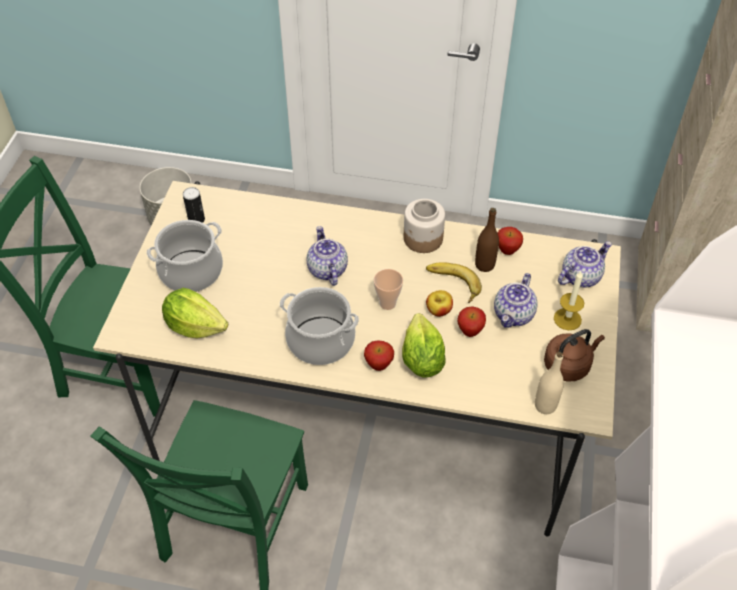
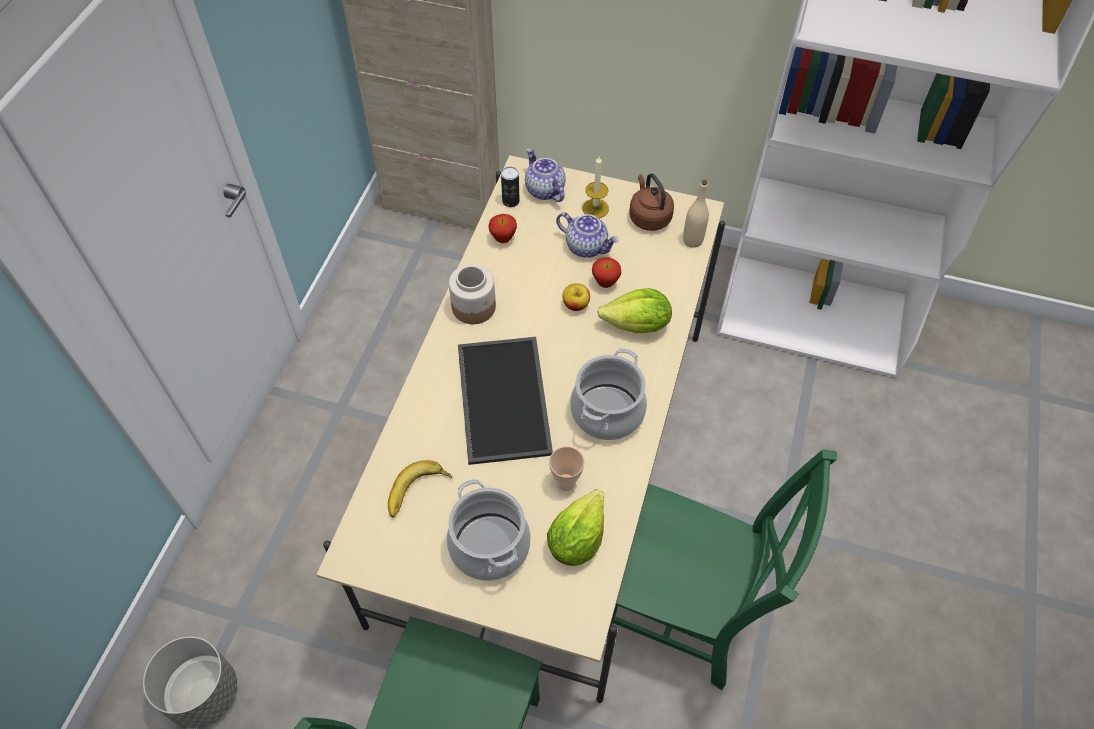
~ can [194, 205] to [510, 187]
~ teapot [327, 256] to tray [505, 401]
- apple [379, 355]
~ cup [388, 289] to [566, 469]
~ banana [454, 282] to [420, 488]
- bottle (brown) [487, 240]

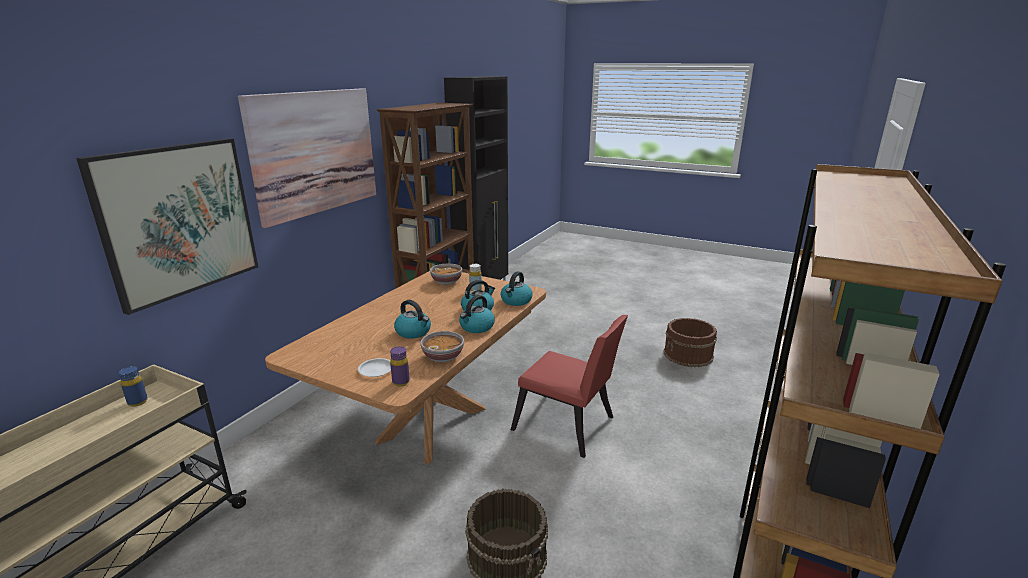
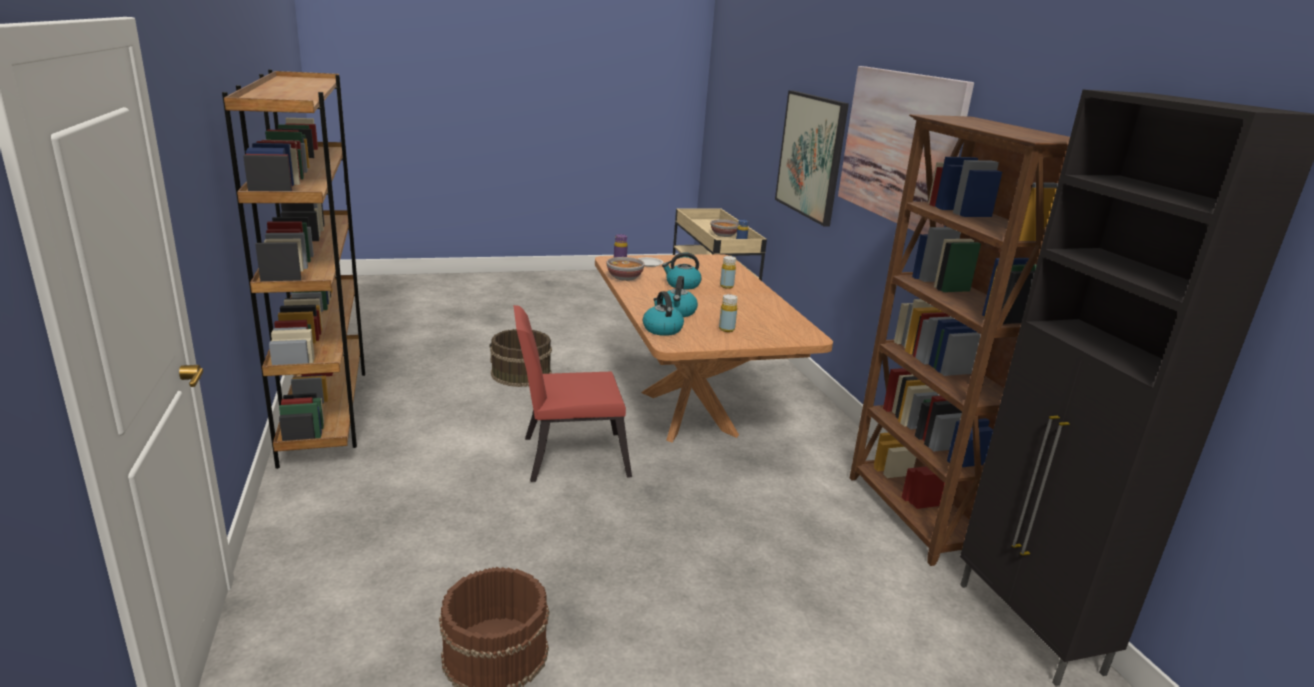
~ bowl [446, 274] to [724, 228]
- kettle [477, 314]
+ bottle (yellow) [728, 272]

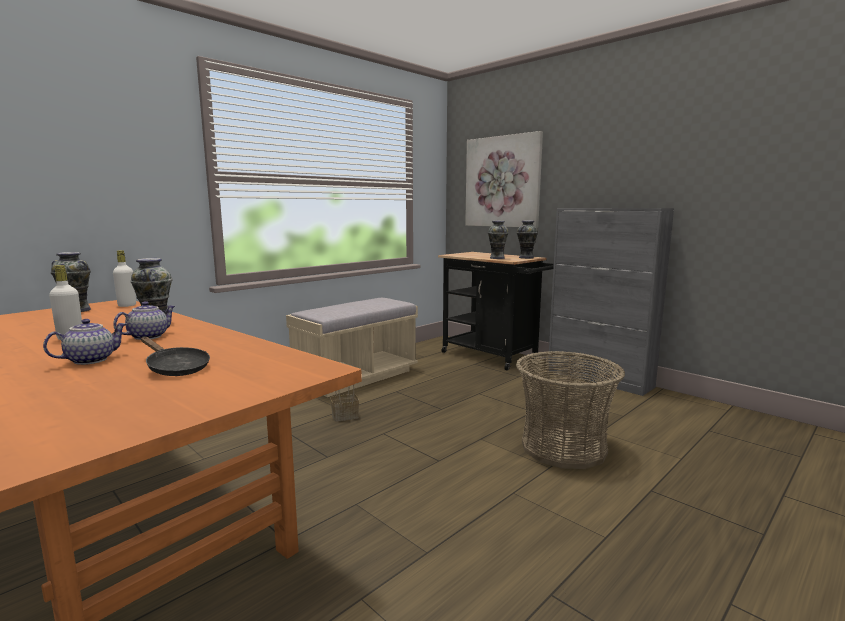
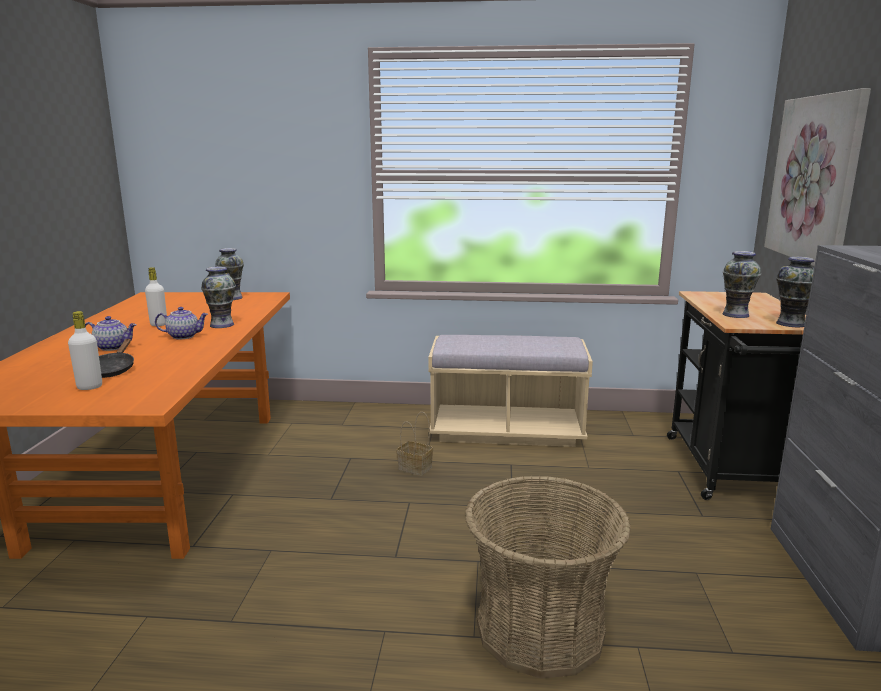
~ bottle (white) [124, 278] to [85, 350]

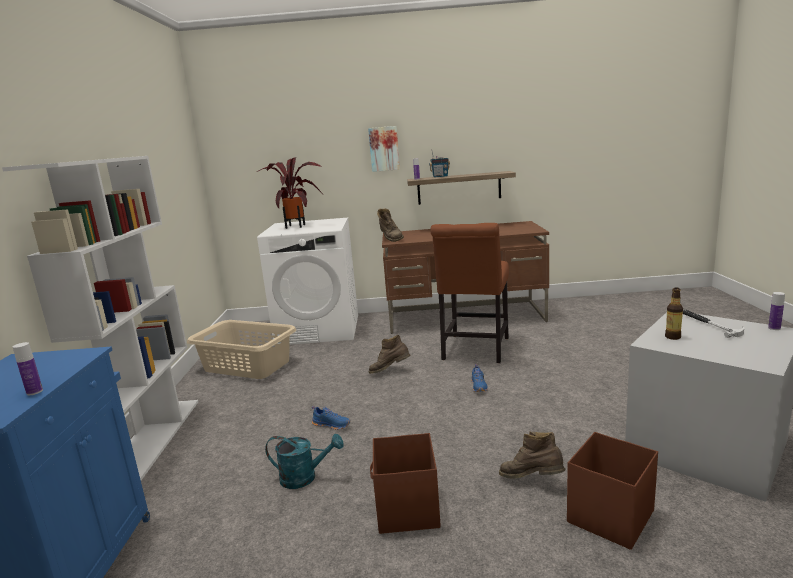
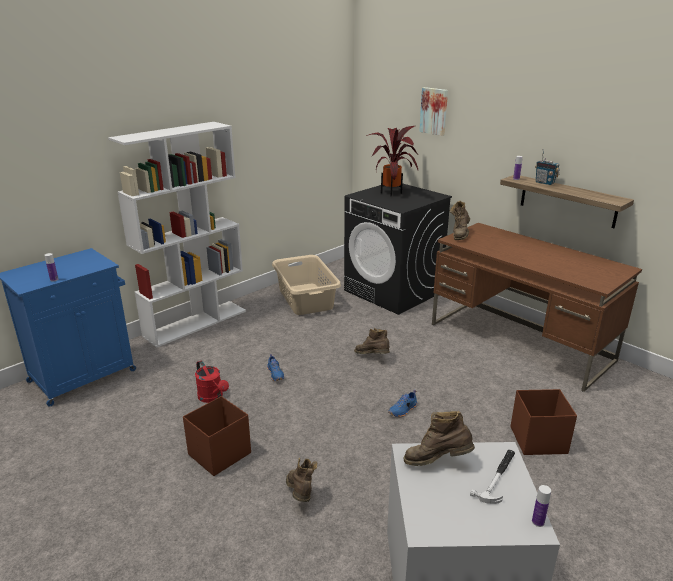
~ washing machine (white) [307, 282] to washing machine (black) [398, 249]
~ watering can (turquoise) [304, 461] to watering can (red) [212, 382]
~ picture [384, 149] to [433, 111]
- chair (brown) [469, 293]
~ storage box (brown) [612, 491] to [544, 422]
~ bottle [674, 314] to boot (brown) [439, 438]

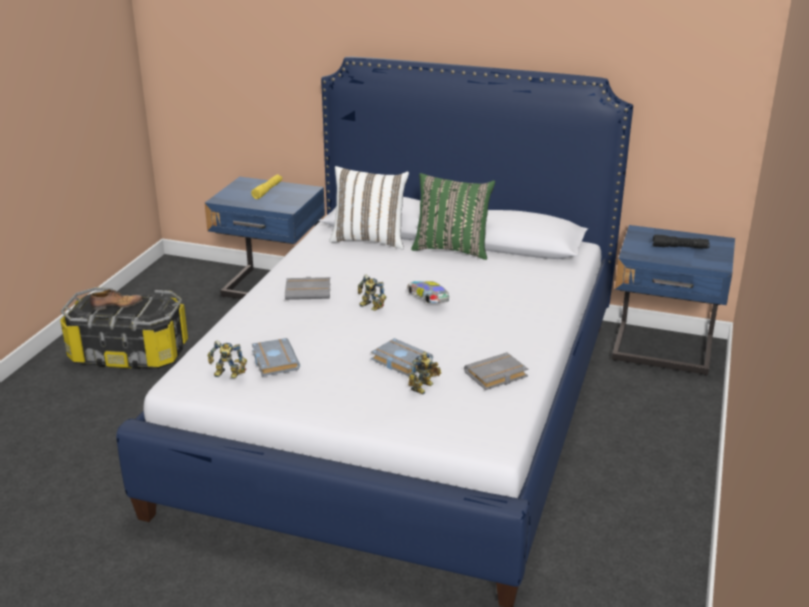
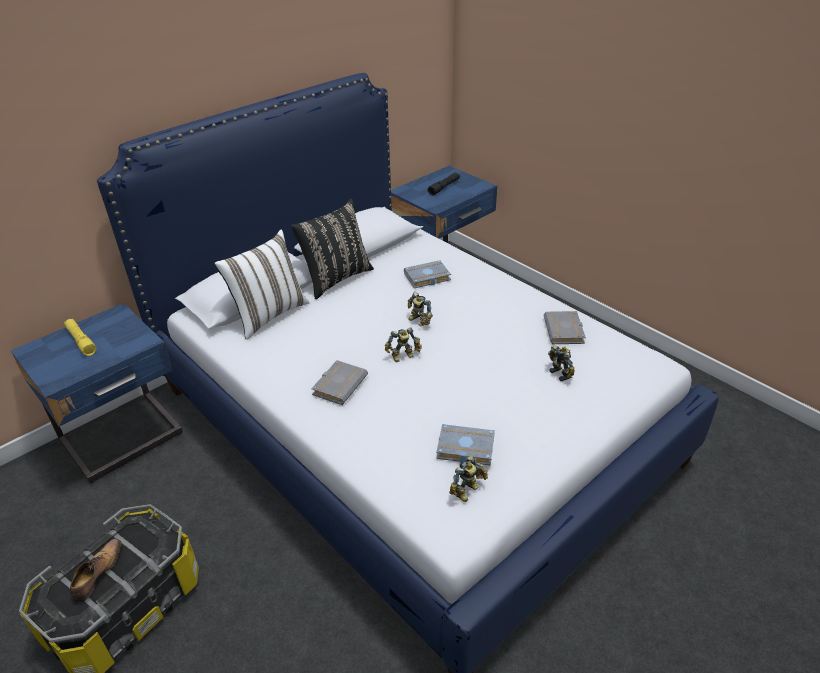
~ book (grey) [402, 357] to [427, 274]
~ toy car [428, 292] to toy robot [420, 309]
~ pillow (green) [453, 216] to pillow (black) [332, 249]

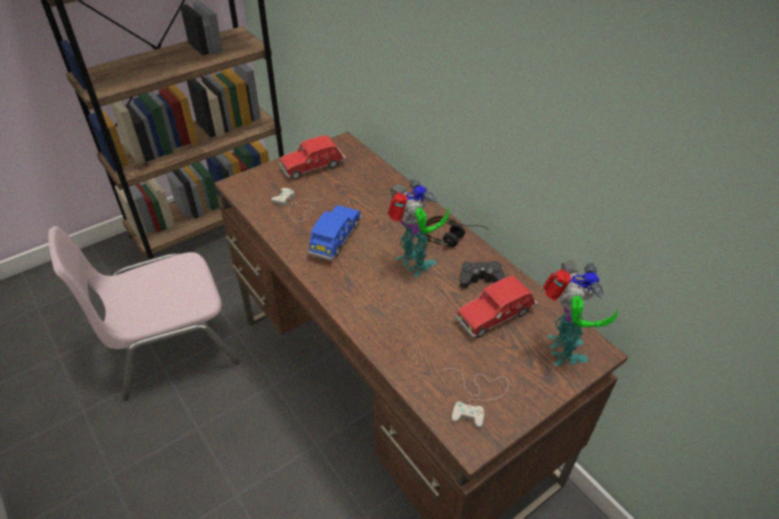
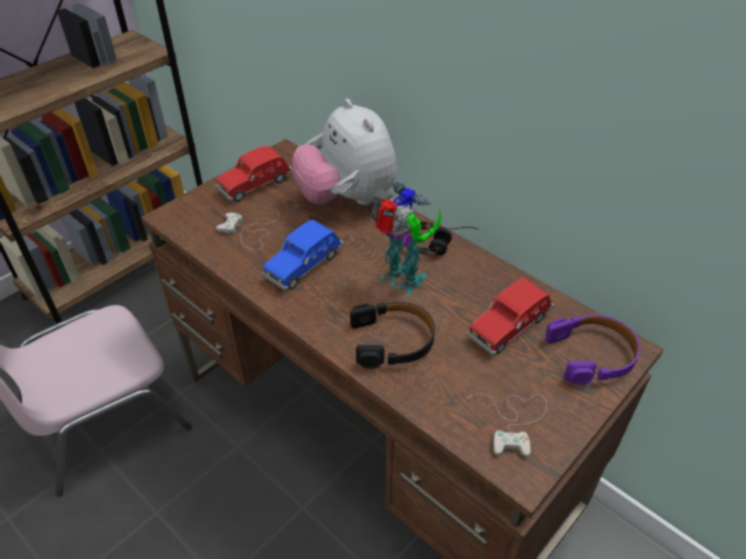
~ toy car (blue) [334, 233] = [303, 255] 150 degrees counterclockwise
- game controller (black) [483, 274]
~ toy robot [580, 313] to headphones (purple) [592, 350]
+ plush toy [344, 152]
+ headphones (black) [392, 335]

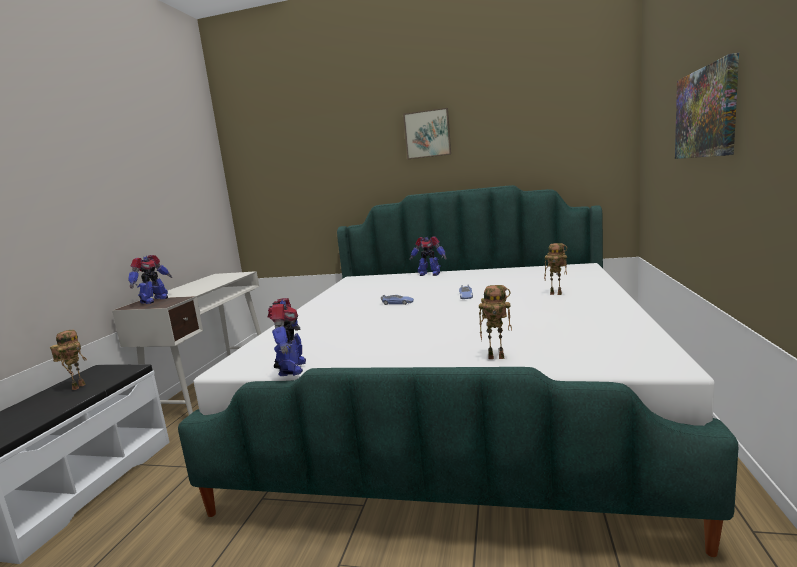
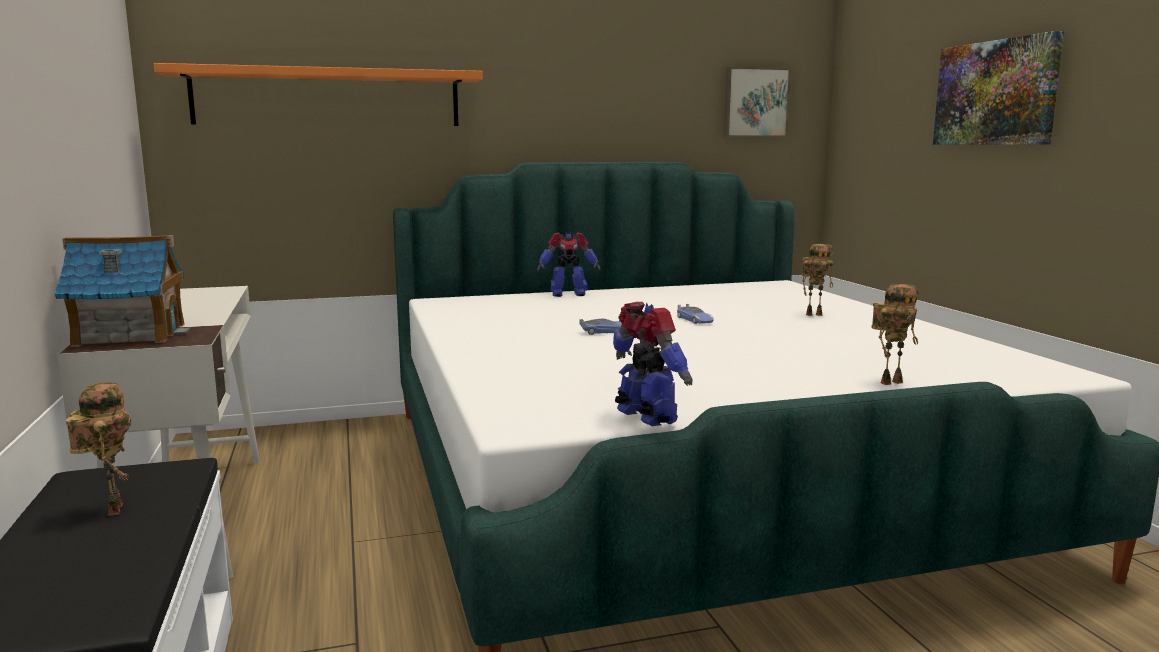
~ toy robot [150, 279] to toy house [122, 291]
~ picture [427, 133] to [757, 102]
+ shelf (orange) [318, 94]

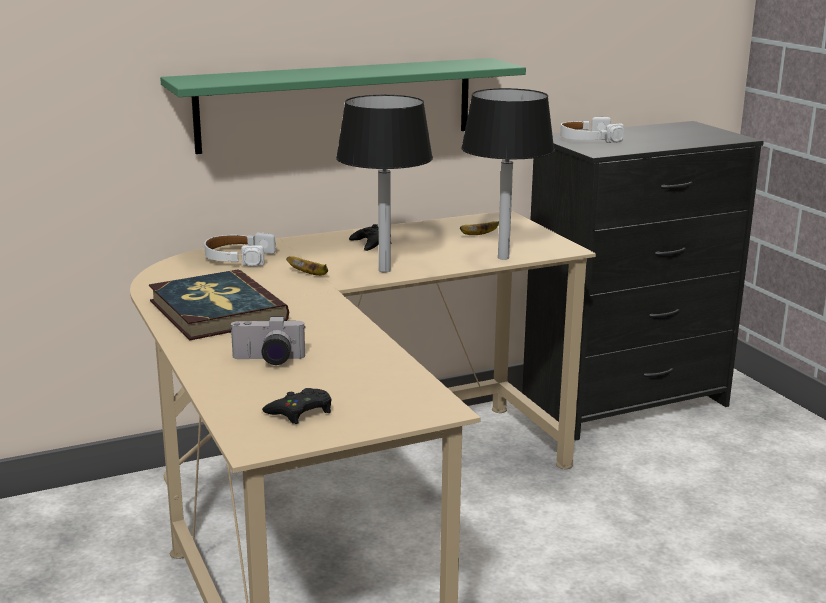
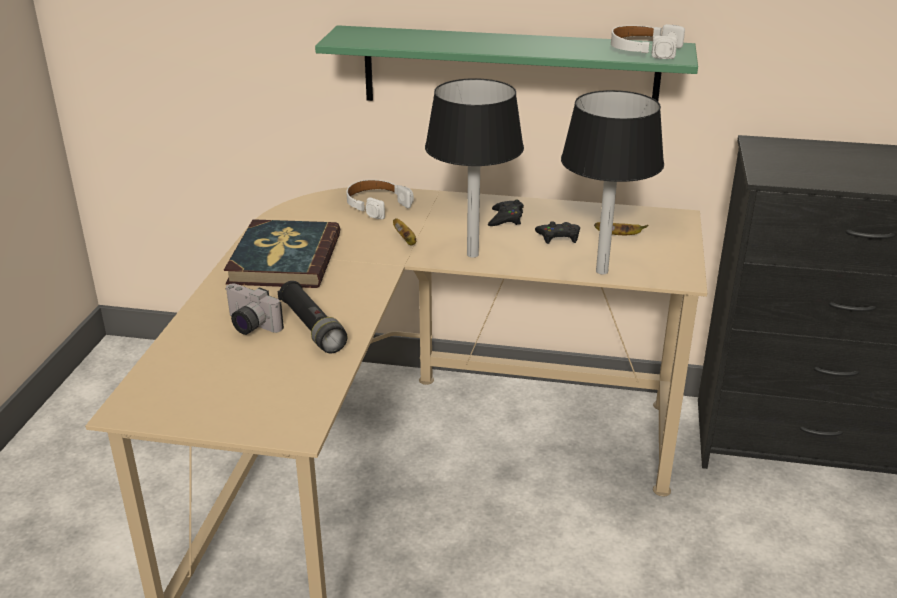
~ game controller (black) [296, 406] to [557, 232]
~ headphones (white) [592, 130] to [648, 41]
+ flashlight (black) [313, 317]

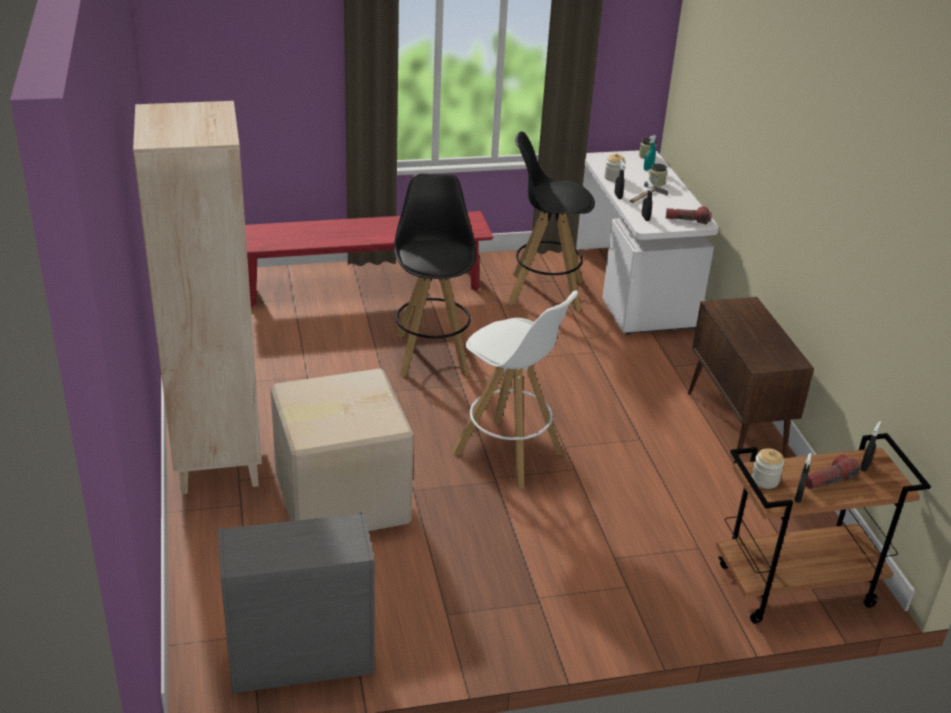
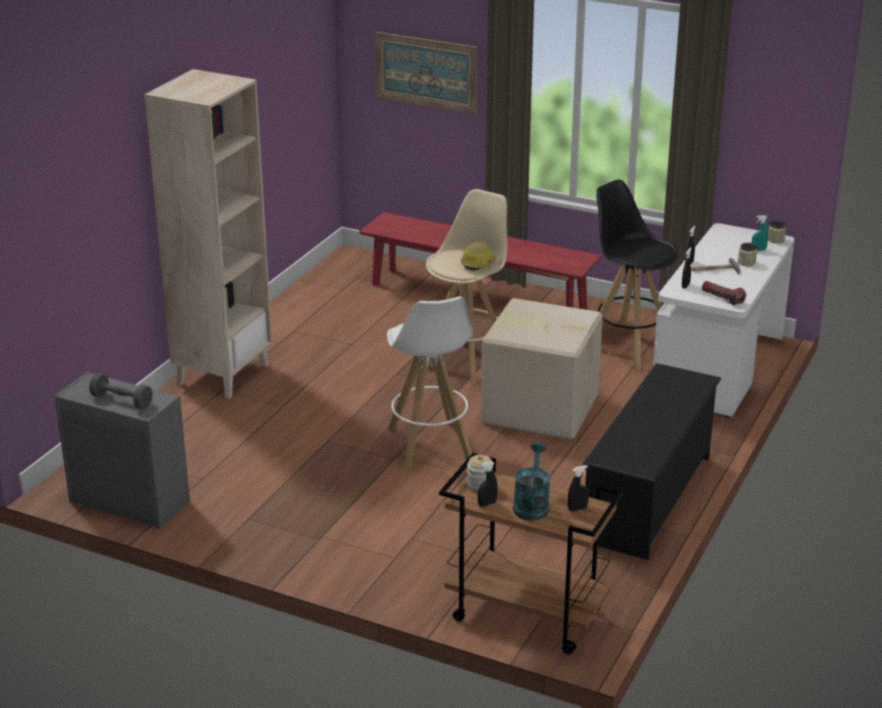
~ cardboard box [342, 449] to [542, 369]
~ stool (black) [435, 275] to stool (beige) [466, 286]
- jar [615, 167]
~ cabinet (brown) [751, 381] to shoe rack (black) [651, 461]
~ flashlight [833, 471] to watering can (turquoise) [531, 481]
+ dumbbell (grey) [121, 391]
+ picture [426, 73]
+ hard hat [479, 256]

